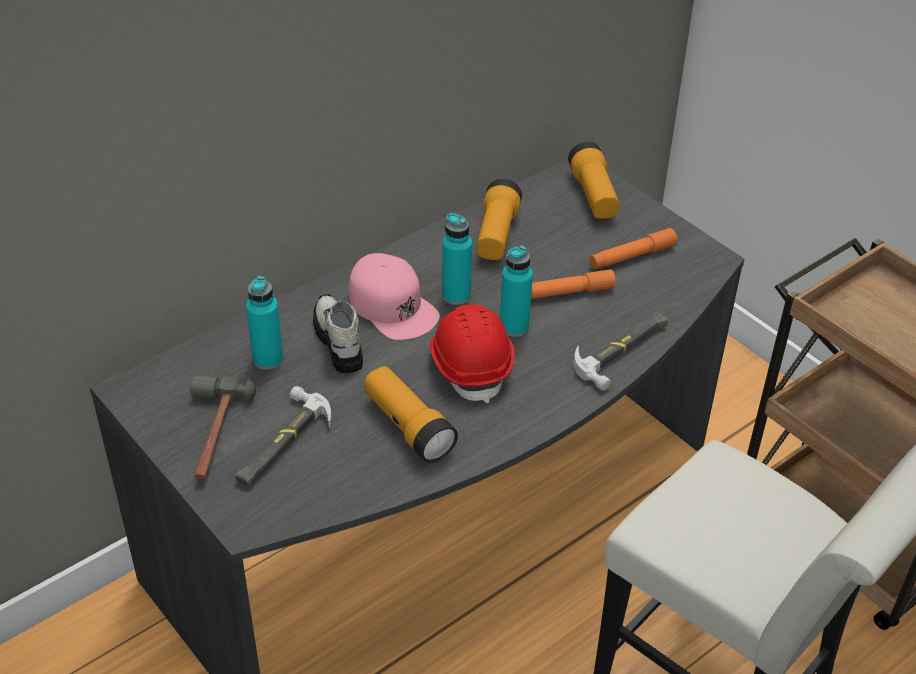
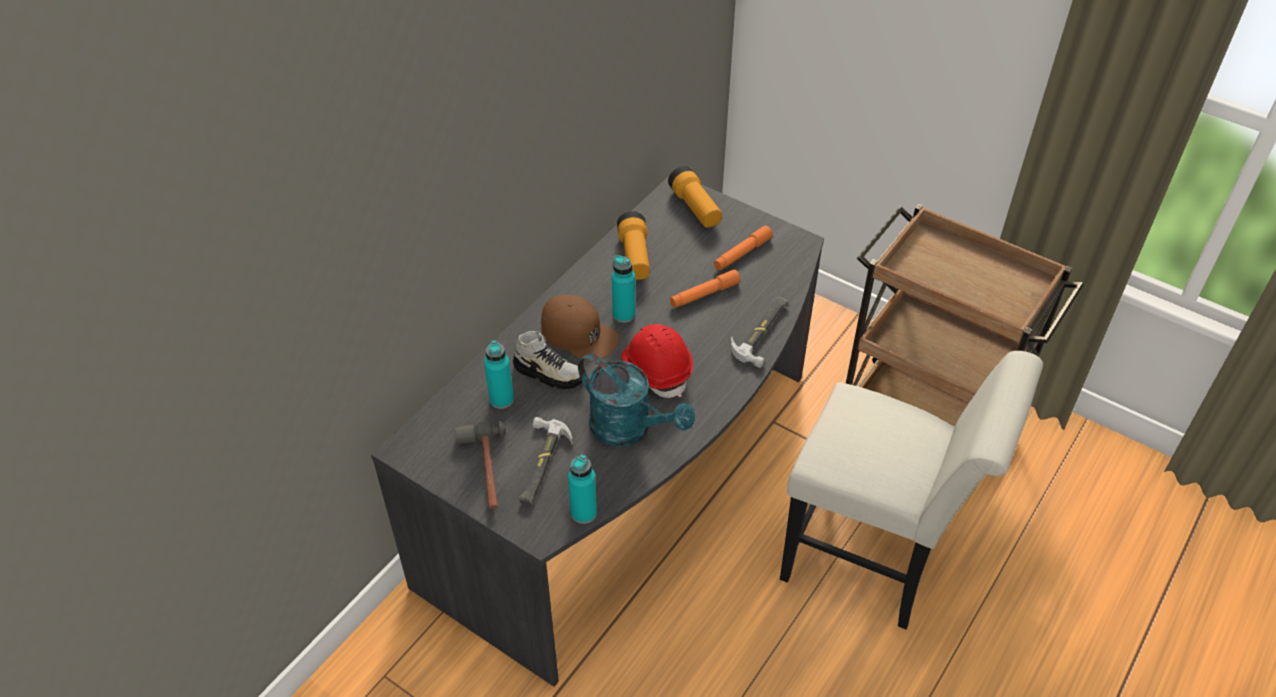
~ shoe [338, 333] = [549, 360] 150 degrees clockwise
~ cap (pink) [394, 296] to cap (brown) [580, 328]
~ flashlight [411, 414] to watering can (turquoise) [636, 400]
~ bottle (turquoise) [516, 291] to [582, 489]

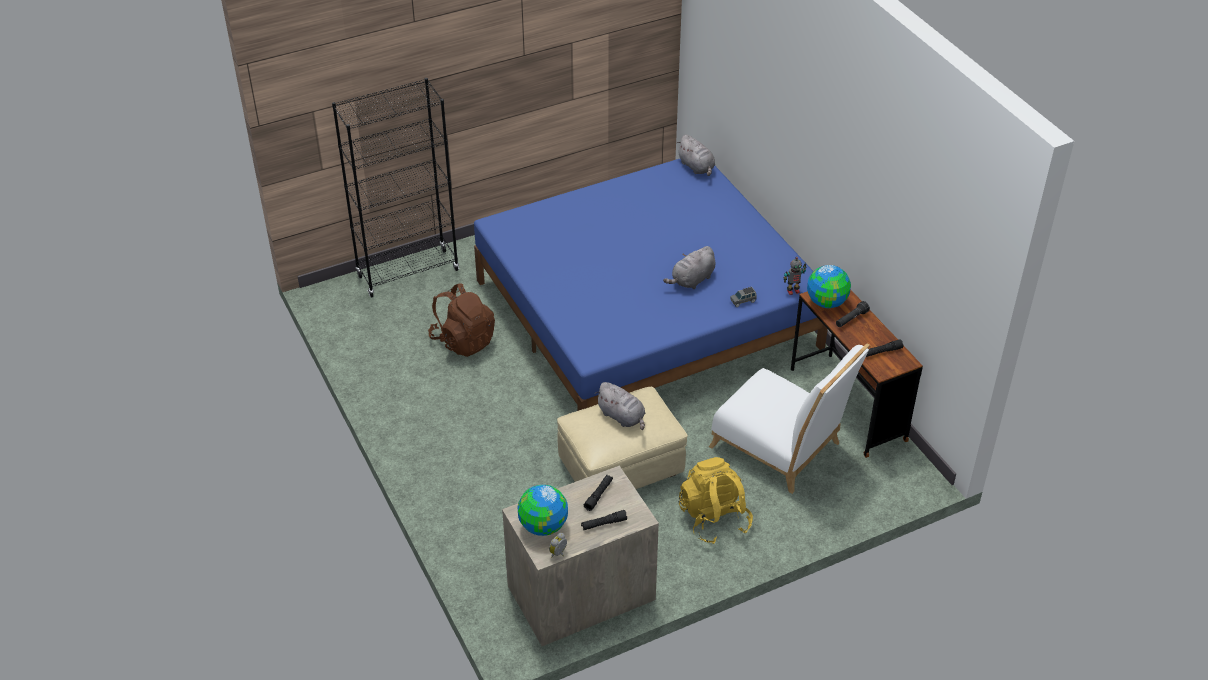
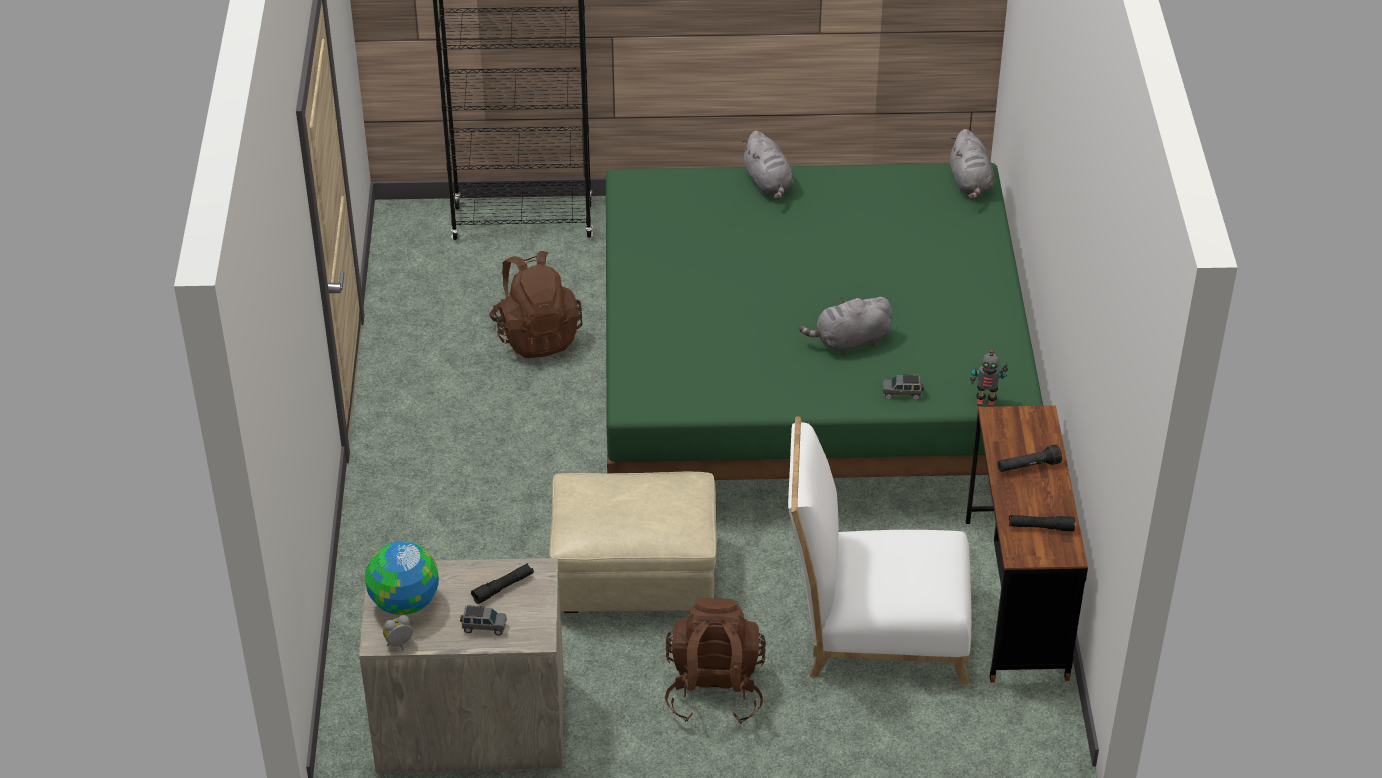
~ bed (blue) [651, 285] to bed (green) [824, 321]
~ flashlight (black) [604, 520] to toy car (grey) [483, 620]
~ plush toy (grey) [620, 406] to [767, 165]
~ backpack (yellow) [716, 500] to backpack (brown) [715, 661]
~ chair (white) [789, 418] = [880, 550] 120 degrees clockwise
- globe [829, 286]

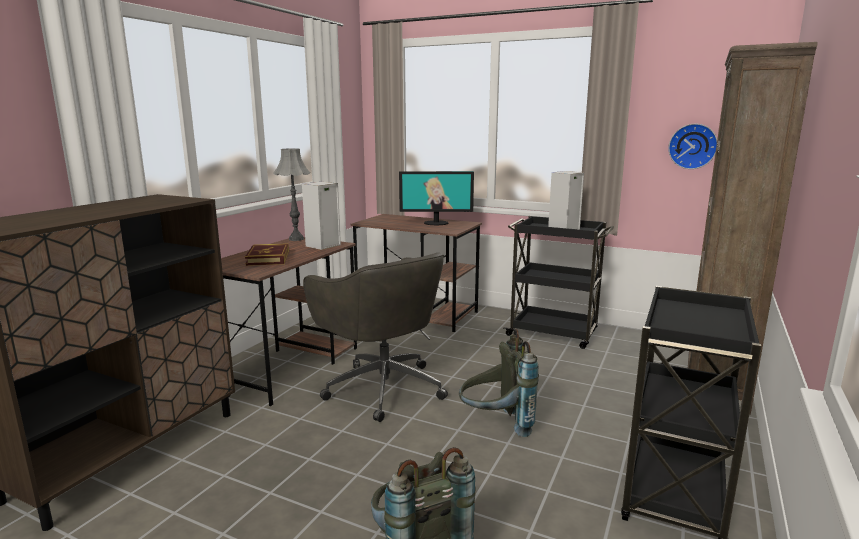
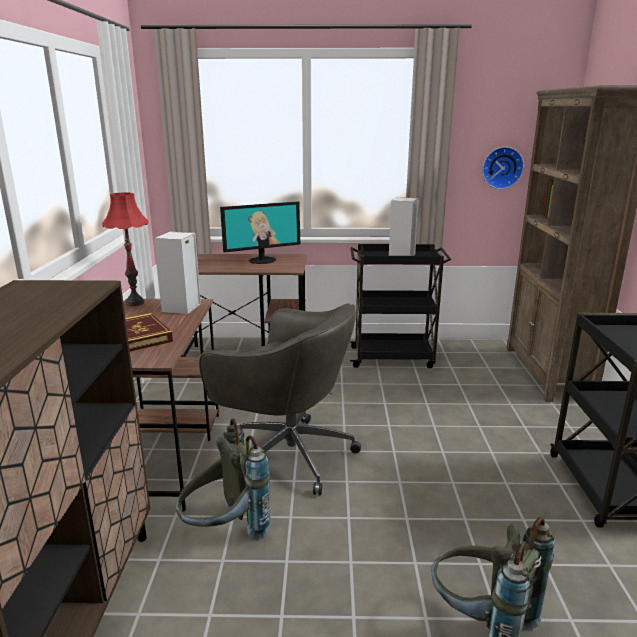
~ table lamp (grey) [291, 194] to table lamp (red) [125, 249]
~ backpack (grey) [499, 383] to [223, 479]

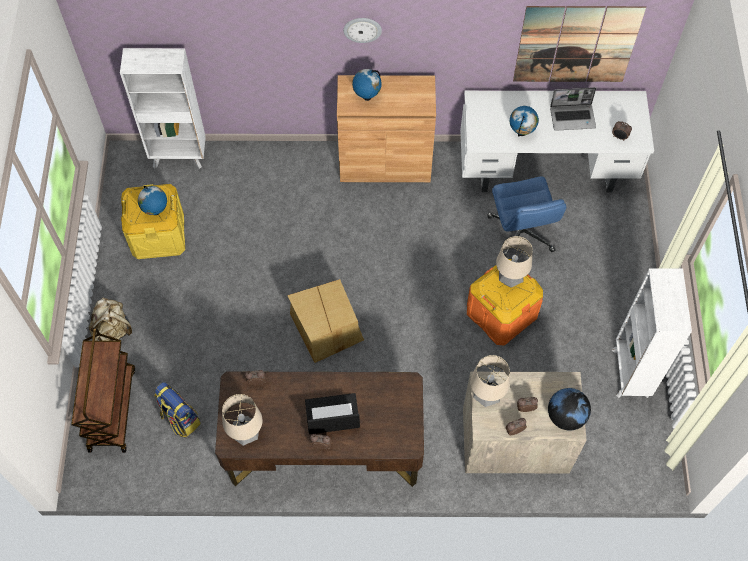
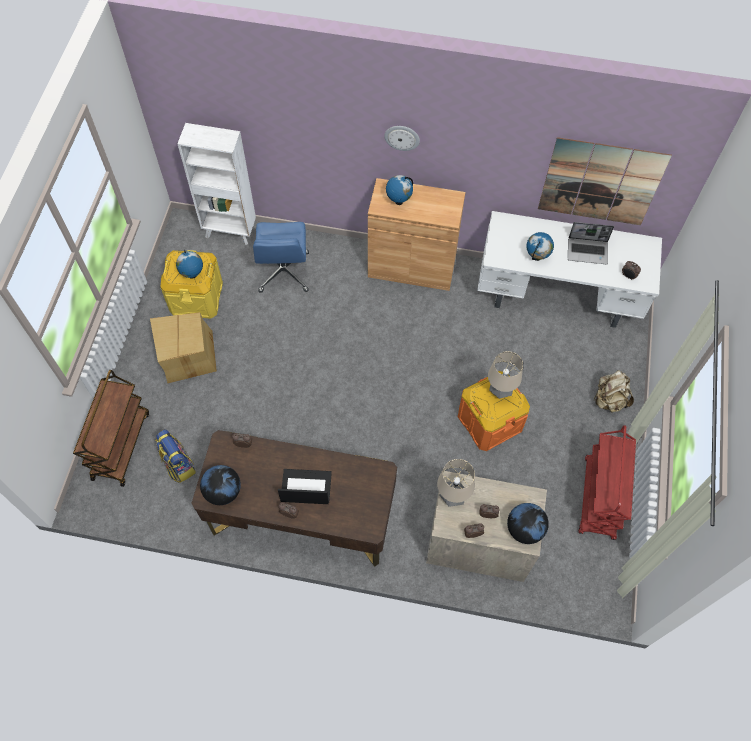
~ backpack (beige) [110, 319] to [613, 391]
~ table lamp [242, 420] to globe [220, 485]
~ cardboard box [325, 321] to [183, 347]
~ office chair (blue) [527, 217] to [281, 257]
~ bookcase (white) [652, 333] to cart (red) [607, 482]

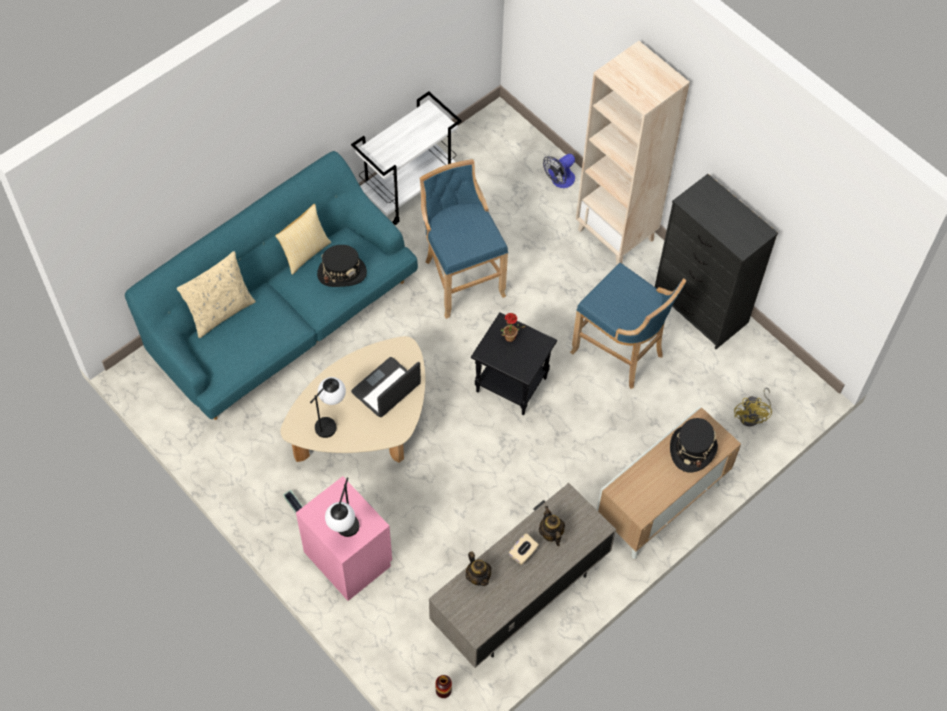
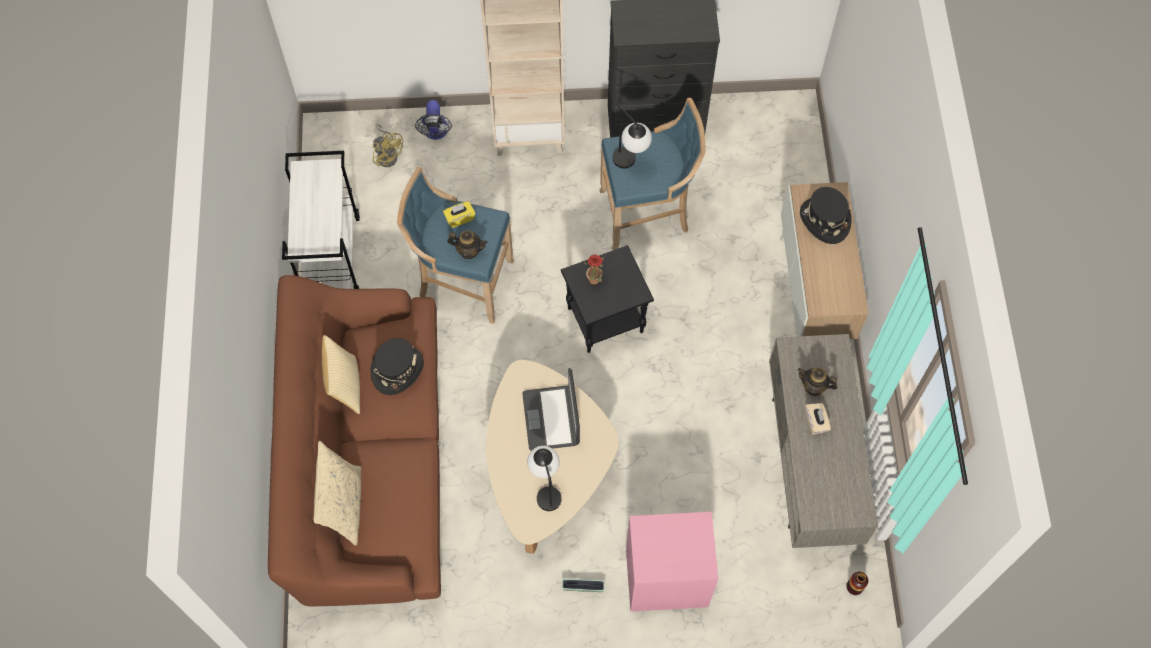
~ sofa (turquoise) [271, 285] to sofa (brown) [354, 440]
~ table lamp [342, 507] to [632, 136]
~ teapot [479, 568] to [467, 244]
~ fan (yellow) [753, 407] to [388, 145]
+ tissue box (yellow) [459, 214]

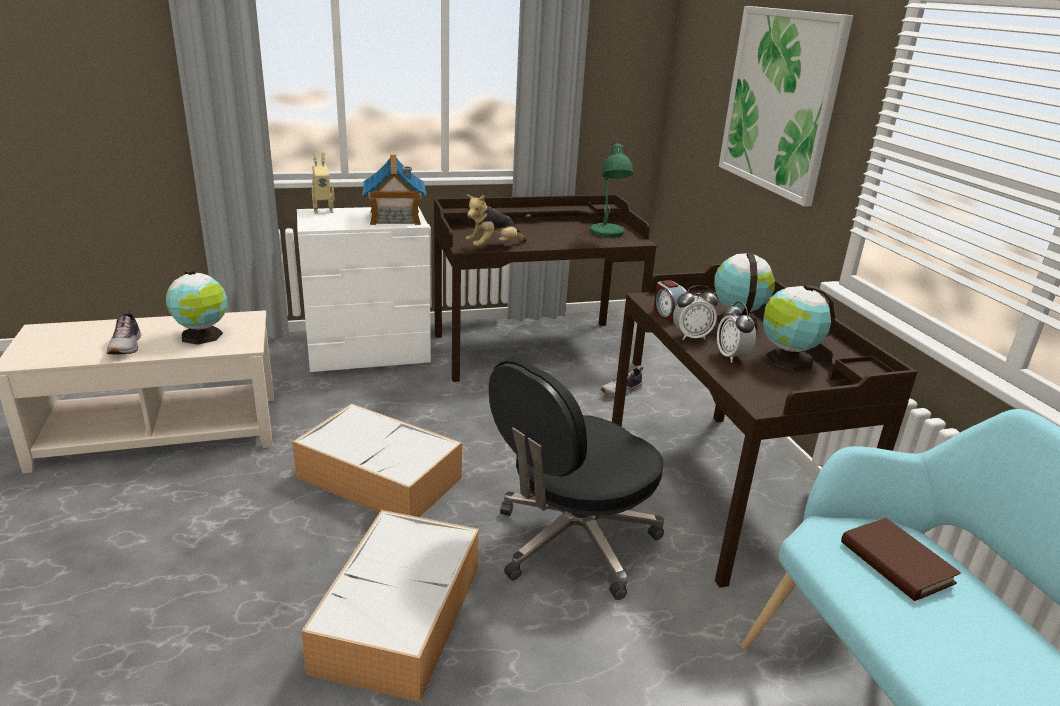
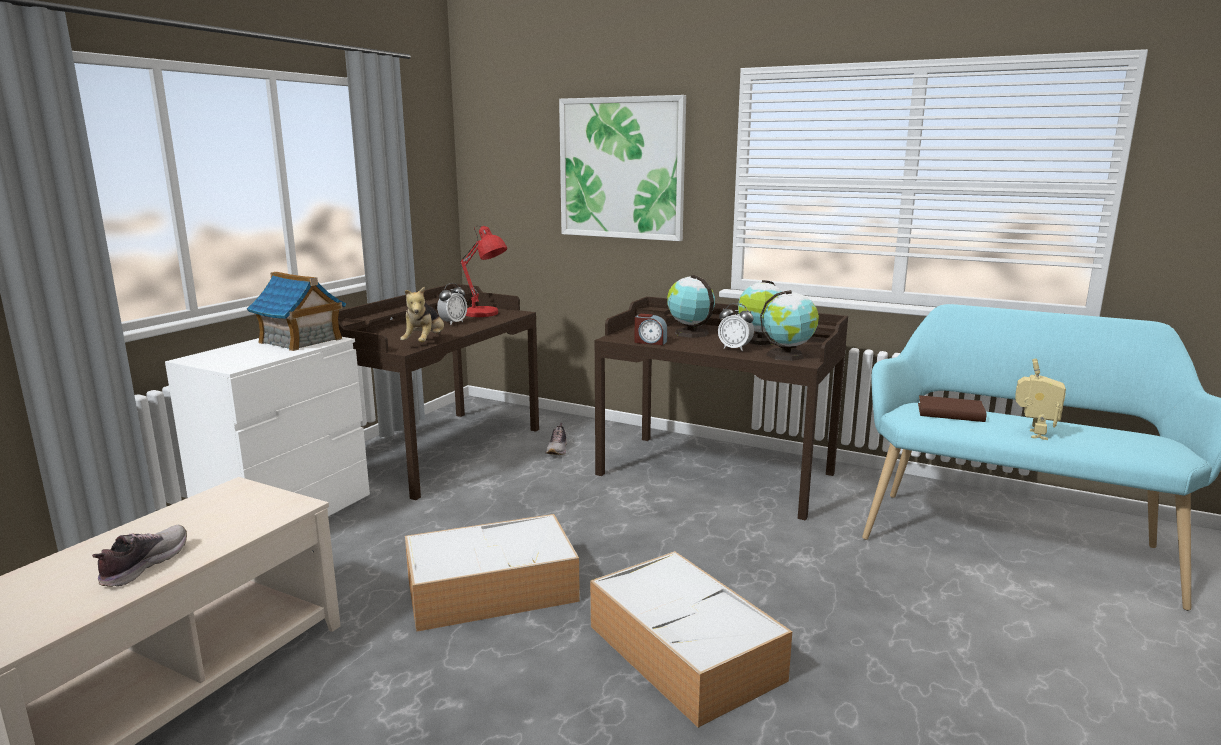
~ shoe [123, 332] = [139, 556] 105 degrees counterclockwise
~ globe [196, 308] to [789, 325]
~ toy robot [323, 183] to [1040, 399]
- office chair (black) [576, 479]
~ table lamp (green) [610, 190] to table lamp (red) [483, 271]
~ alarm clock [695, 312] to [452, 304]

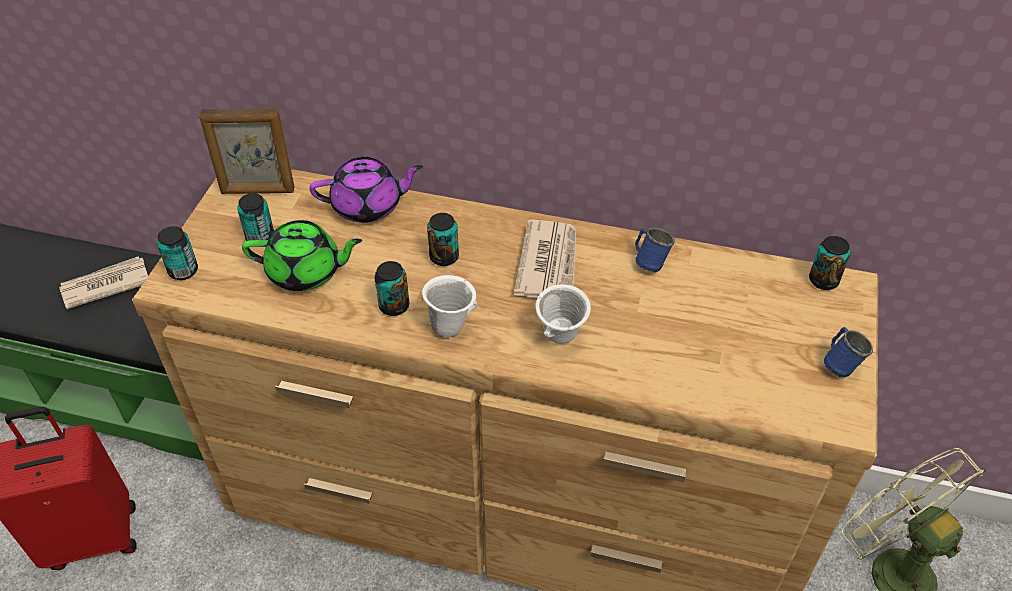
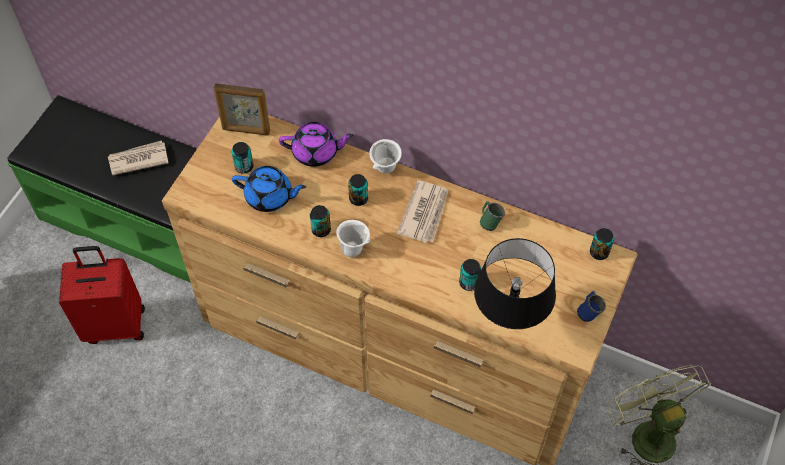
~ can [177, 253] to [470, 275]
~ teapot (green) [302, 255] to teapot (blue) [269, 189]
~ mug (white) [563, 314] to [385, 156]
~ mug (blue) [655, 250] to mug (green) [492, 216]
+ table lamp (black) [515, 283]

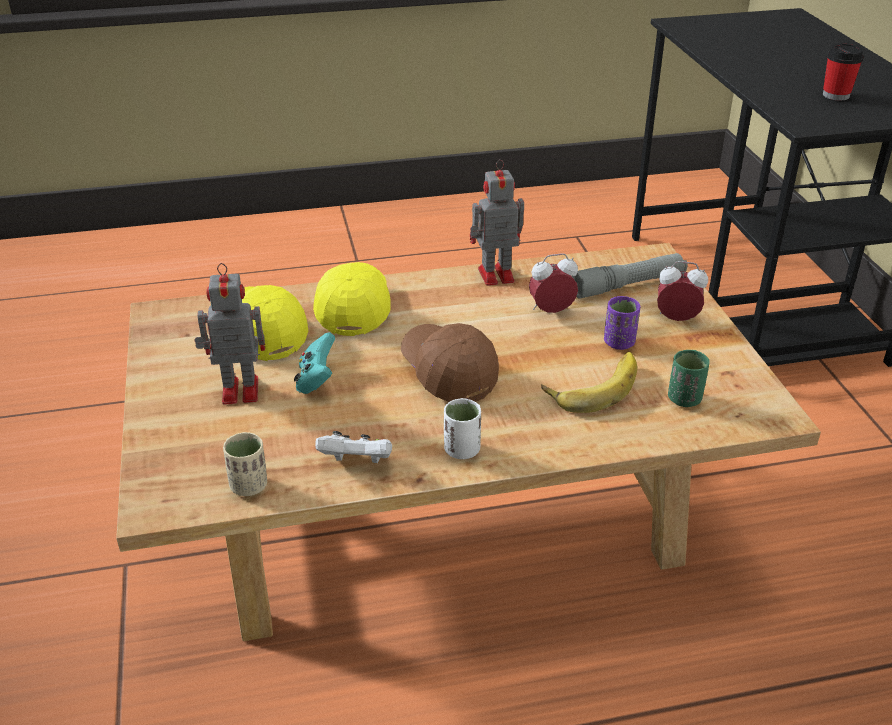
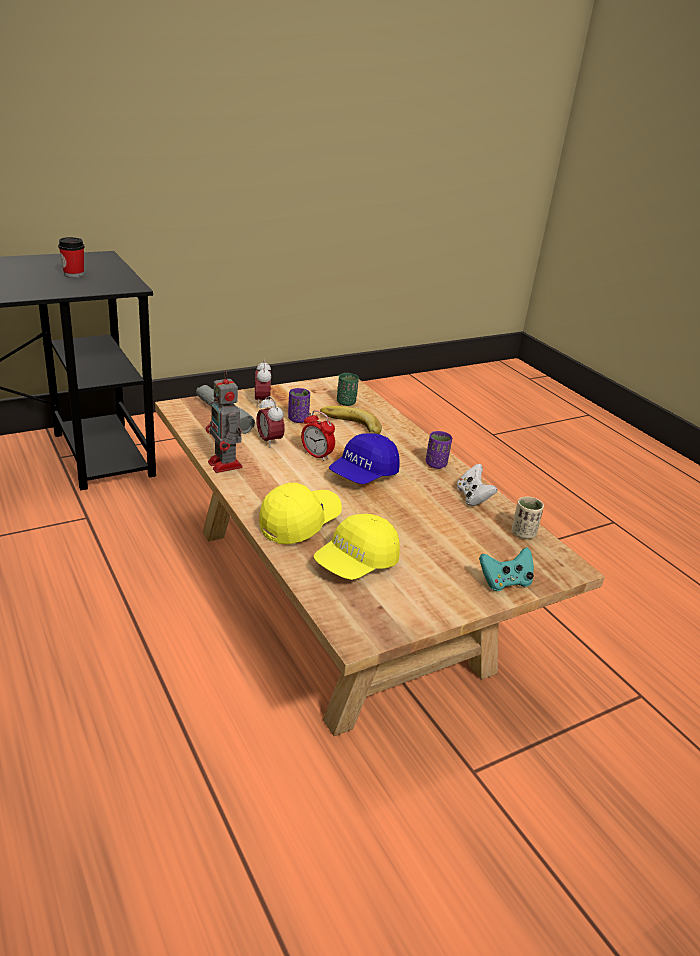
- toy robot [230, 334]
~ game controller (turquoise) [314, 363] to [506, 569]
~ cap (yellow) [352, 299] = [300, 513] 150 degrees clockwise
~ cap (brown) [450, 362] to cap (blue) [364, 458]
~ cup (white) [462, 428] to cup (purple) [439, 450]
+ alarm clock [318, 435]

